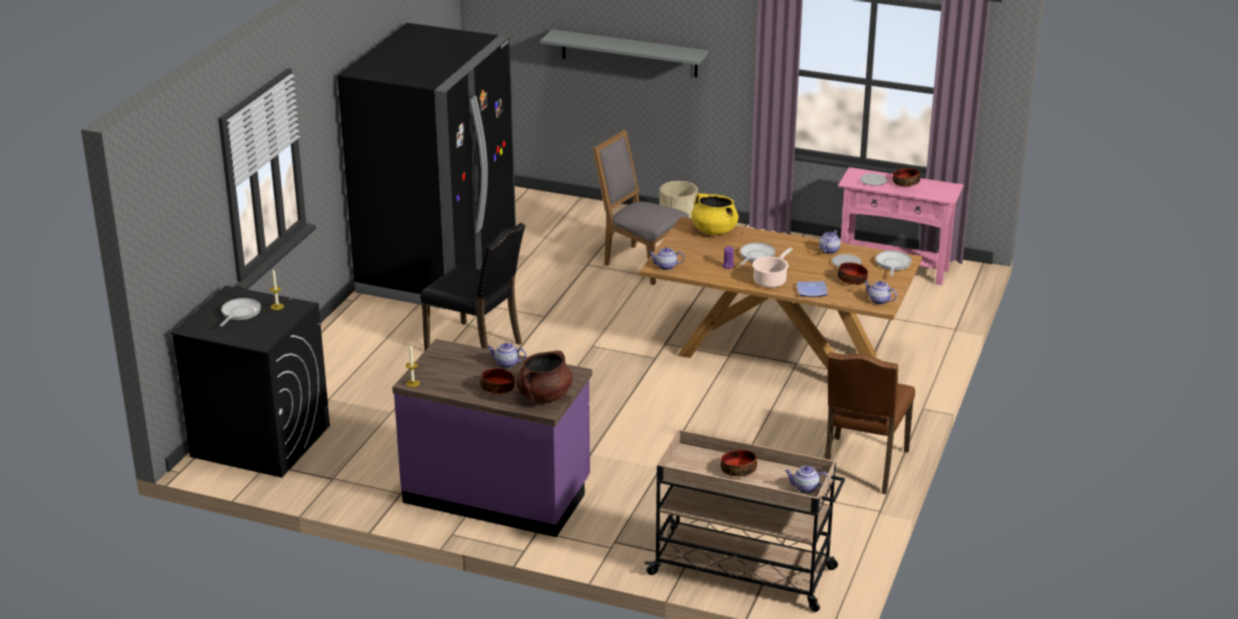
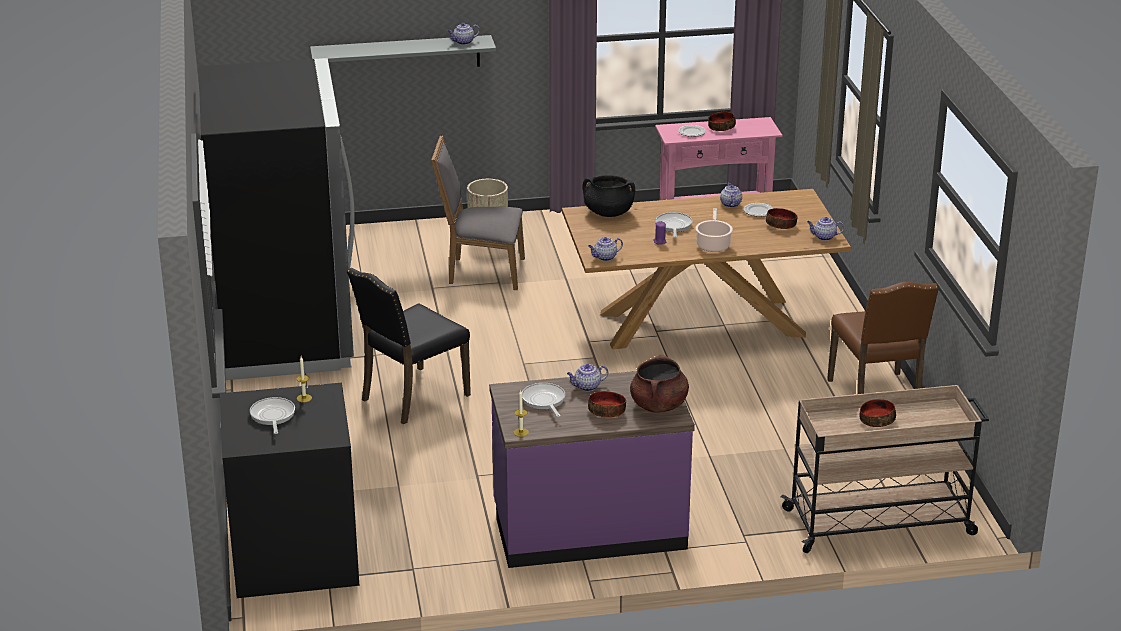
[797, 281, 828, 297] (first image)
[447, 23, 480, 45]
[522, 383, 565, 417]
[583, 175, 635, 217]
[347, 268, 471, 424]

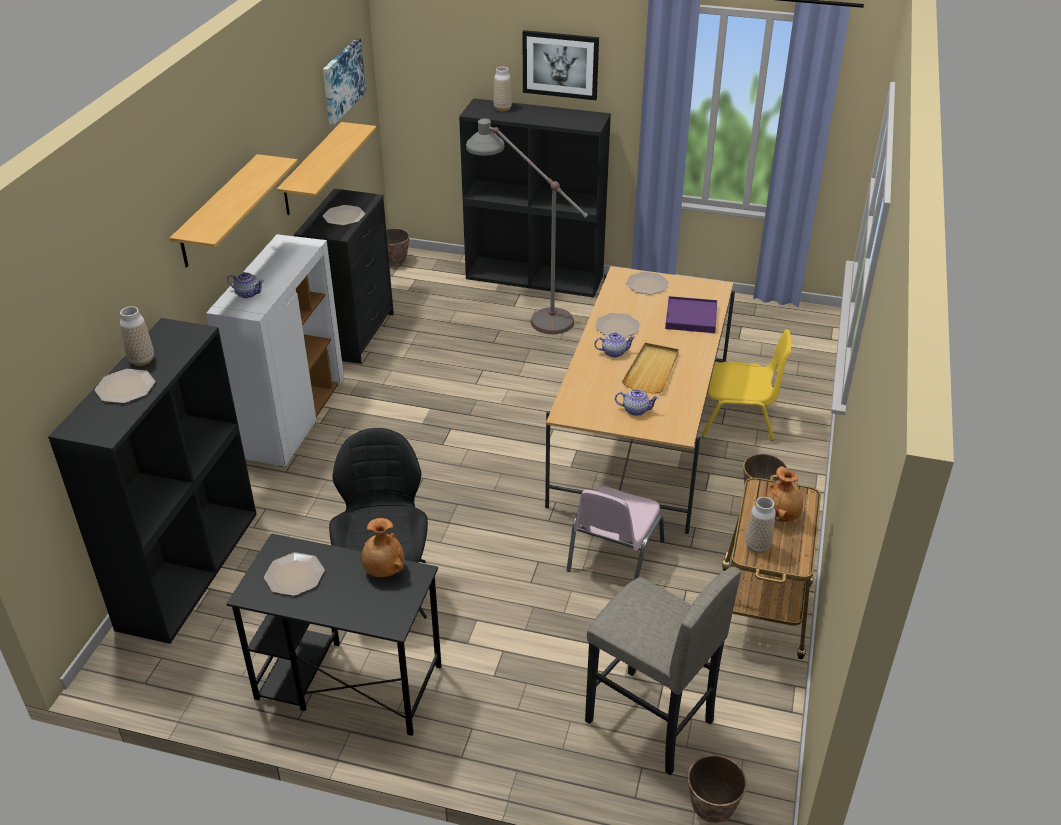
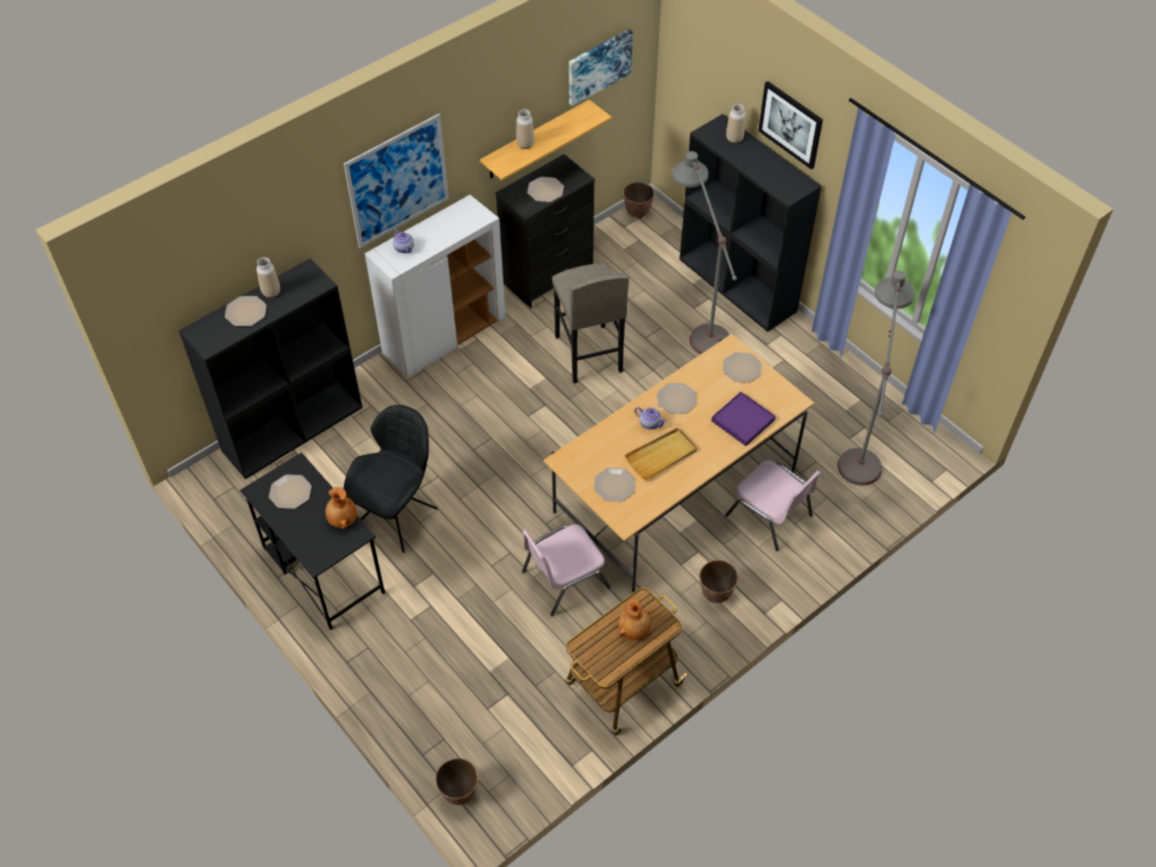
[837, 270, 915, 486]
[552, 264, 629, 383]
[516, 109, 534, 149]
[344, 114, 449, 248]
[594, 468, 635, 502]
[725, 460, 821, 551]

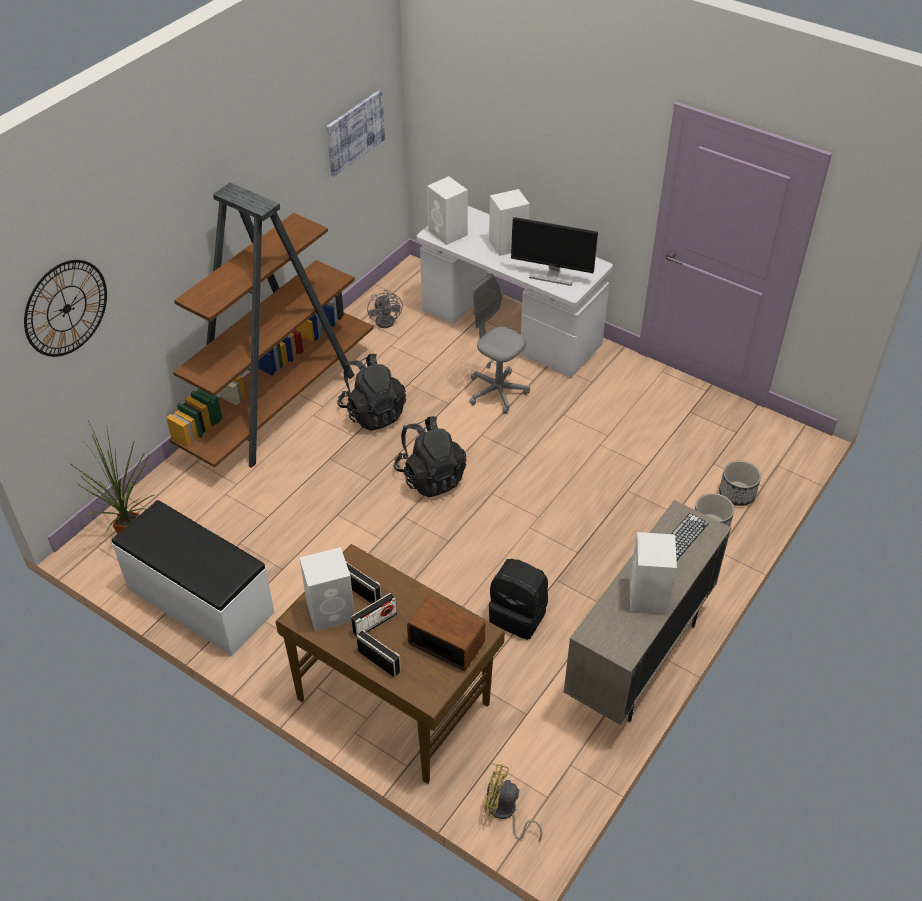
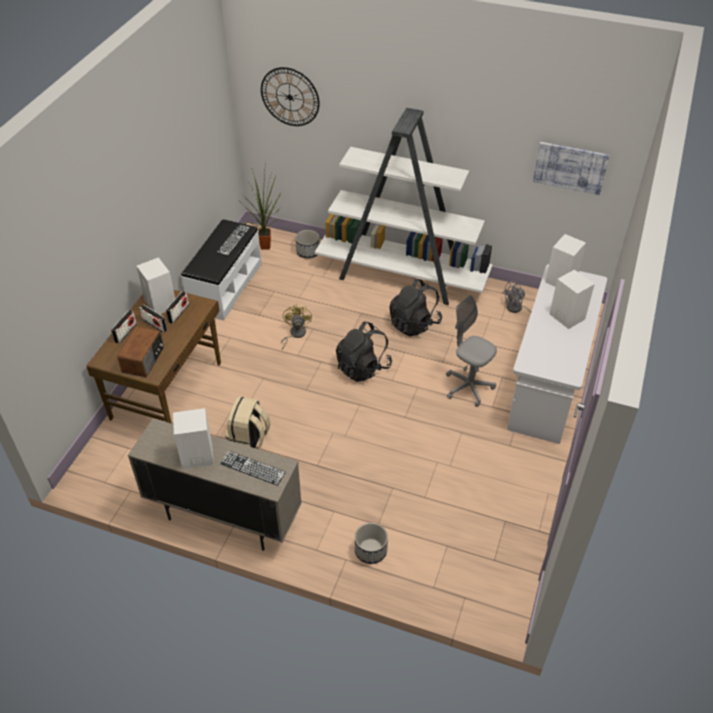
[511, 217, 598, 286] (first image)
[217, 225, 250, 256]
[281, 304, 312, 350]
[295, 230, 320, 259]
[315, 108, 493, 305]
[225, 396, 270, 450]
[446, 295, 497, 407]

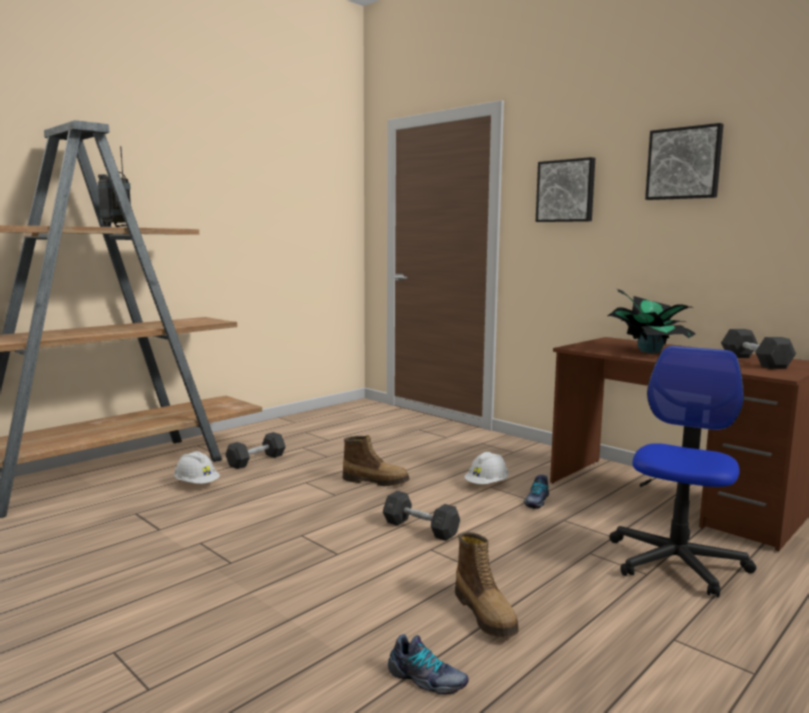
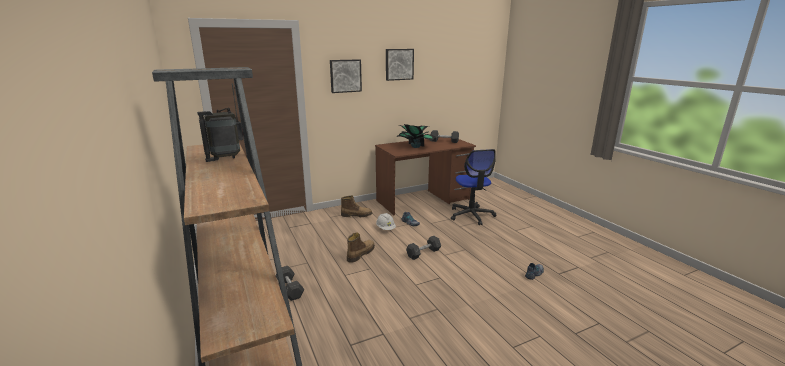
[174, 451, 220, 484] (first image)
[341, 196, 372, 217]
[451, 149, 496, 225]

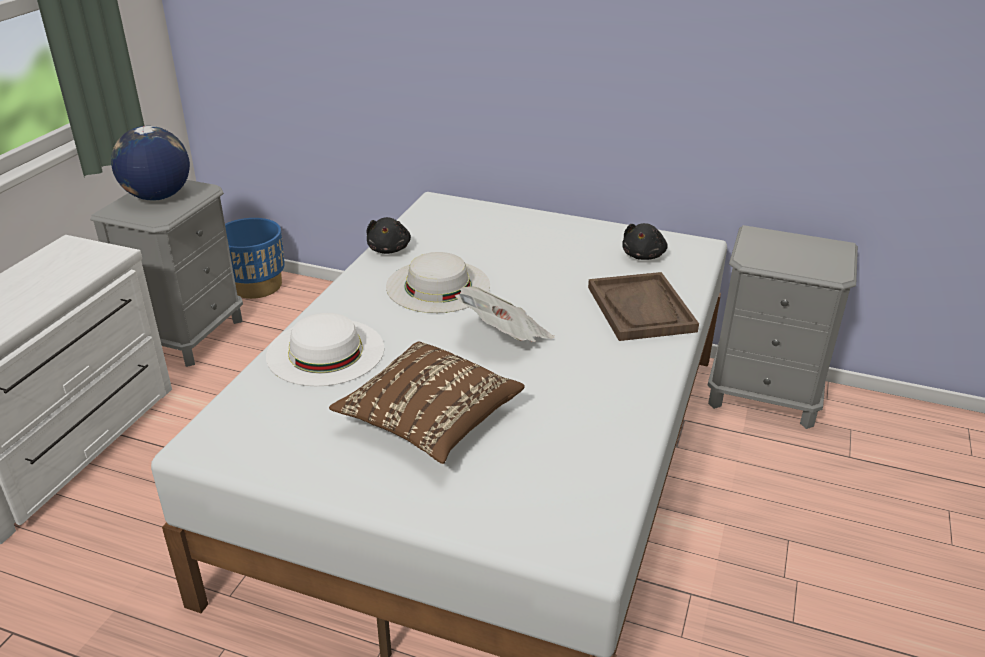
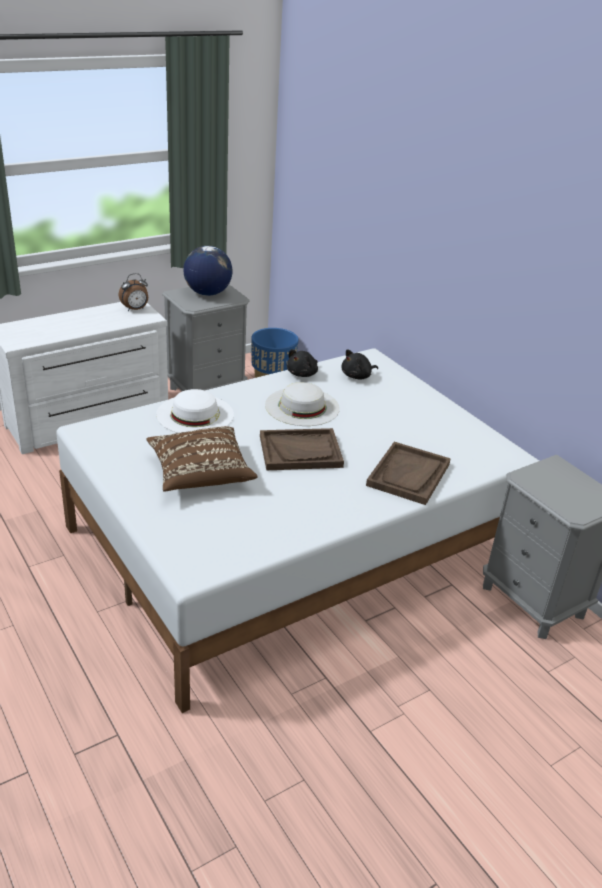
[118, 273, 148, 311]
[341, 349, 378, 379]
[260, 428, 344, 470]

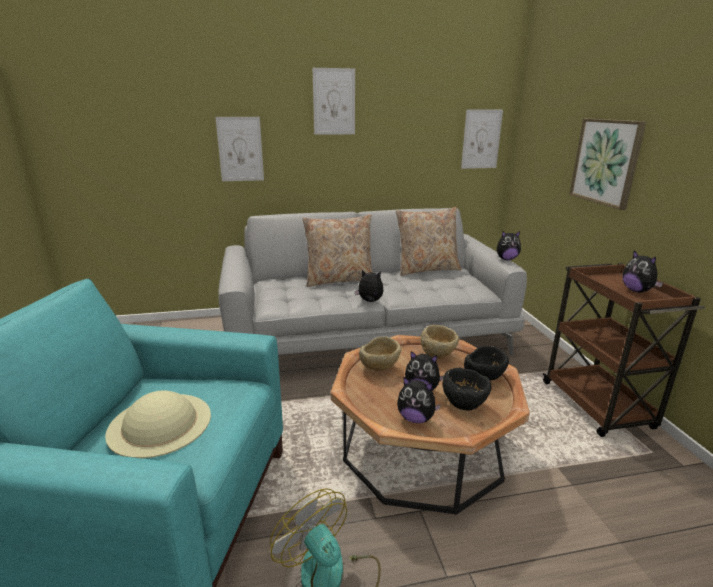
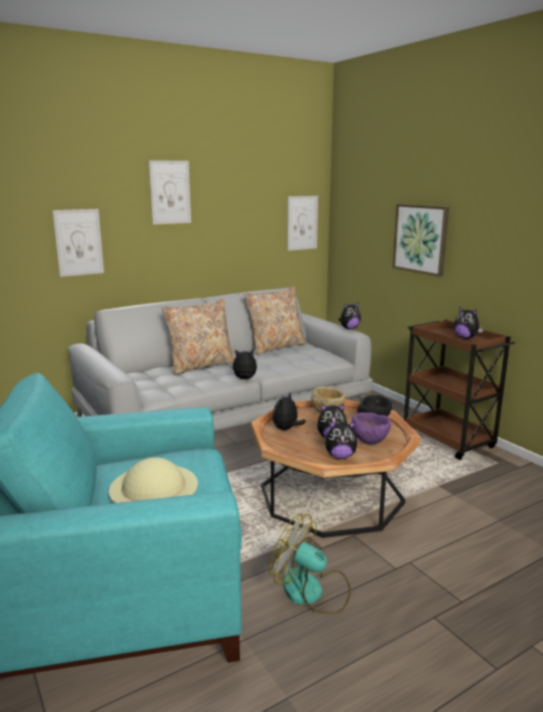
[273, 392, 306, 430]
[352, 412, 391, 444]

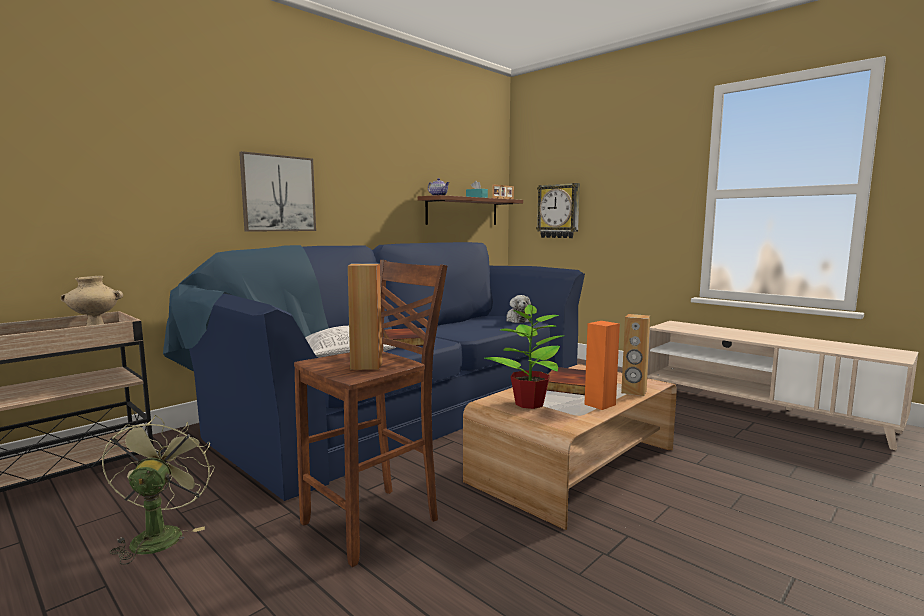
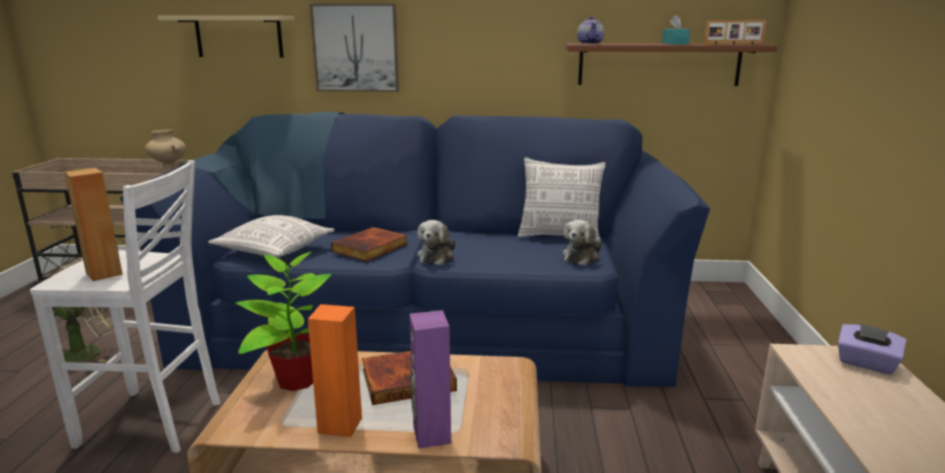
[536, 183, 580, 238] (first image)
[157, 16, 294, 57]
[417, 220, 456, 265]
[518, 157, 606, 242]
[838, 324, 906, 374]
[30, 160, 220, 453]
[409, 310, 451, 448]

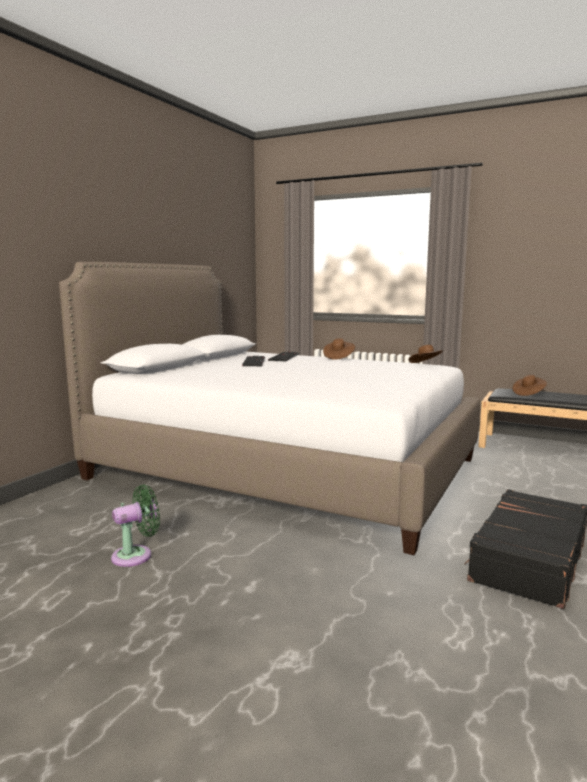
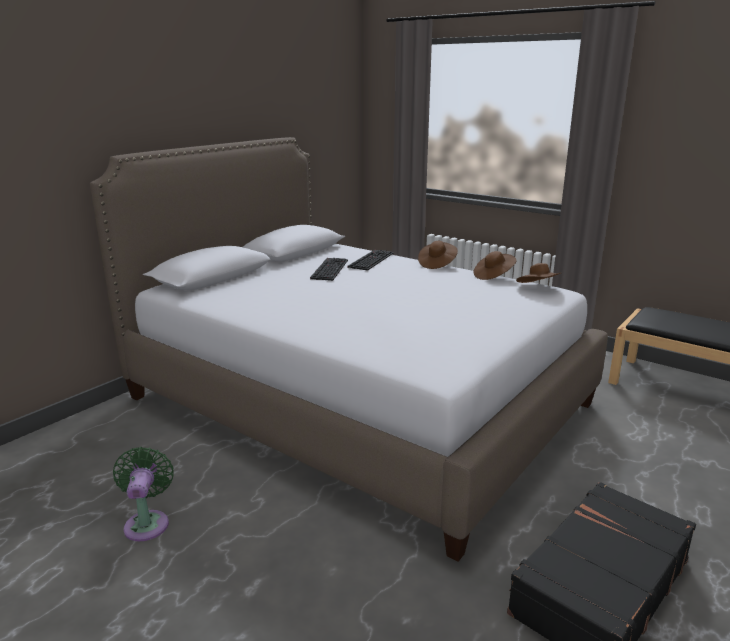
[473, 251, 517, 280]
[113, 447, 174, 541]

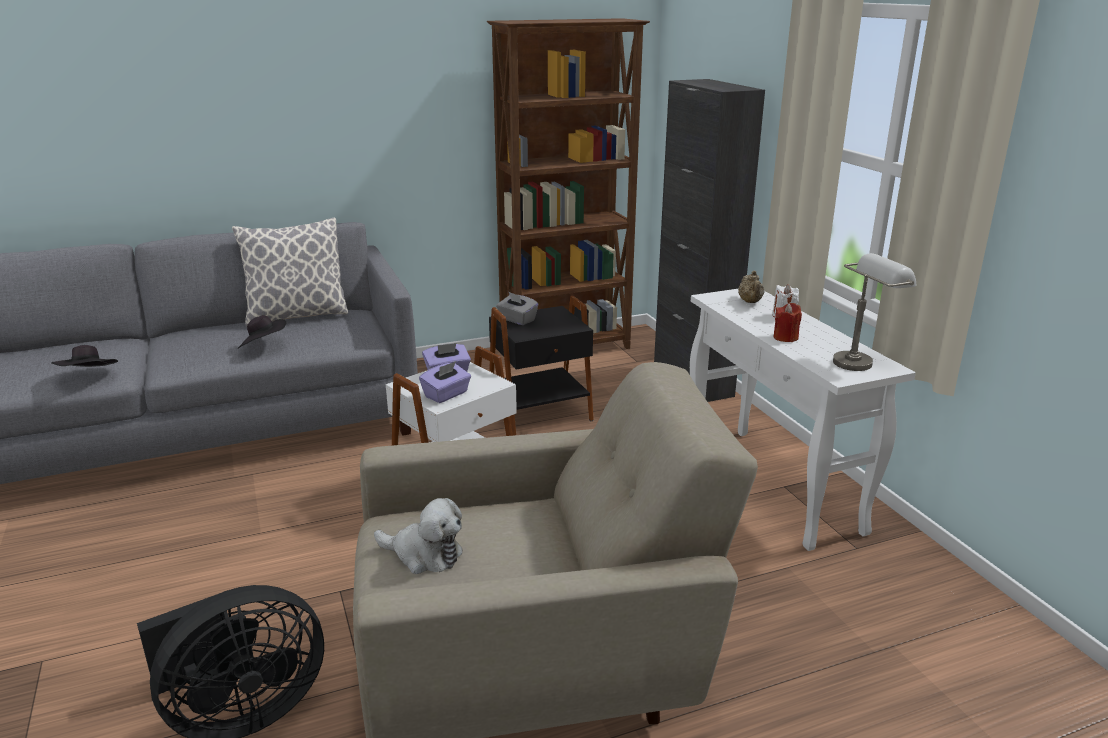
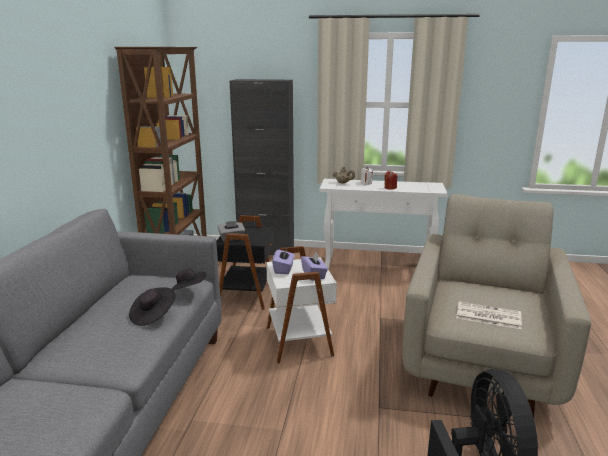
[232, 217, 348, 326] (first image)
[833, 253, 916, 371] (first image)
[171, 268, 206, 291]
[456, 301, 522, 329]

